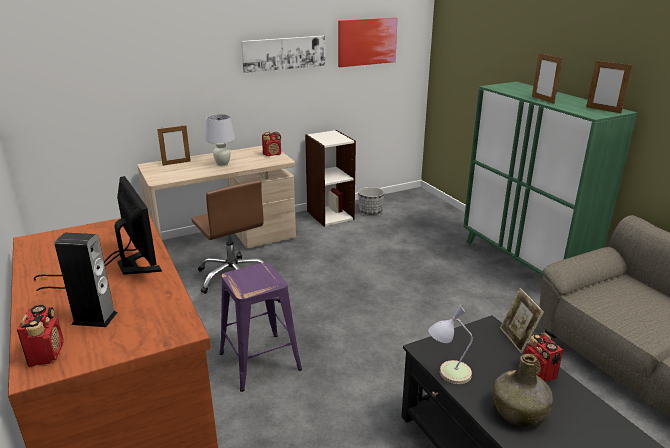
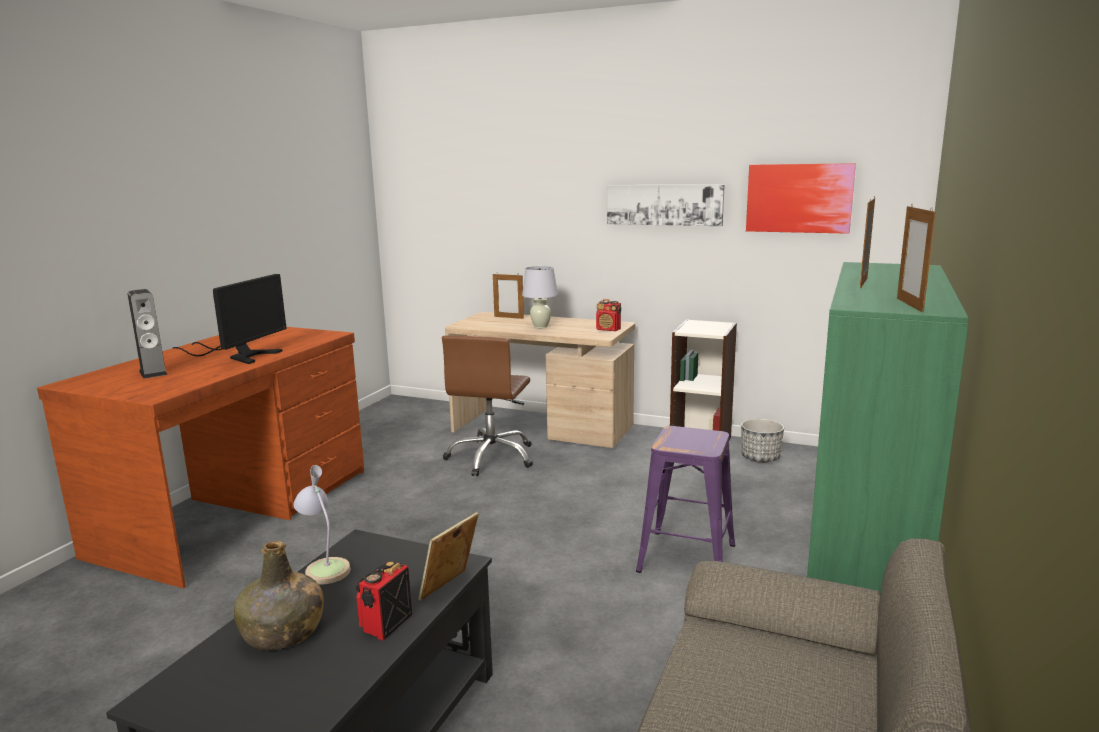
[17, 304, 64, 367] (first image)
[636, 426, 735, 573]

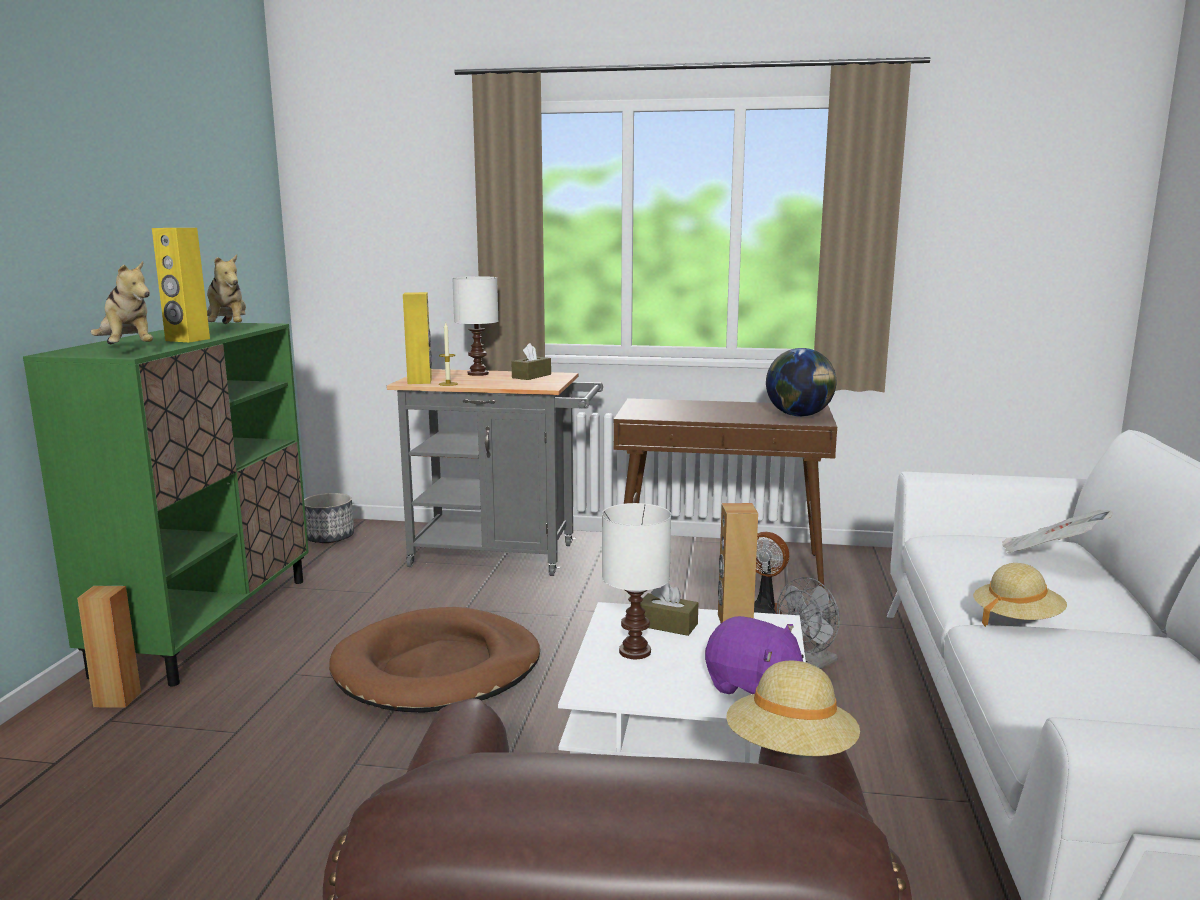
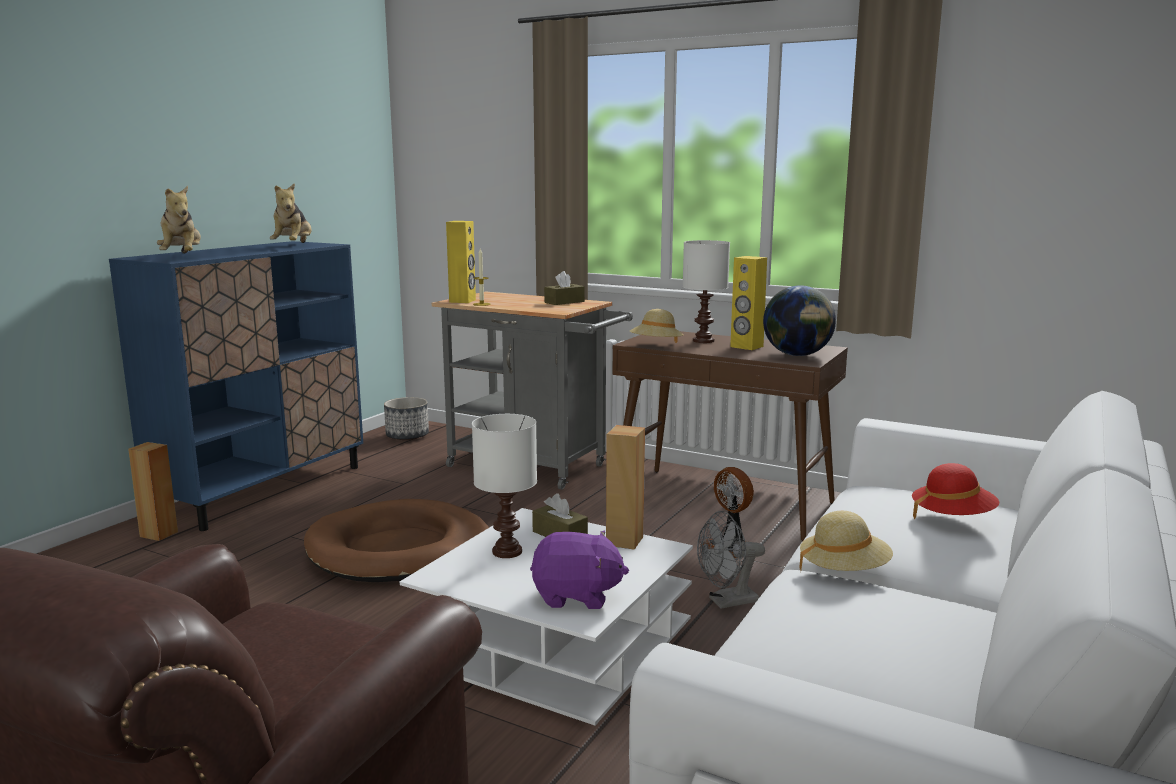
[730, 256, 767, 350]
[683, 240, 730, 343]
[630, 309, 684, 343]
[912, 463, 999, 520]
[109, 241, 363, 531]
[530, 531, 629, 609]

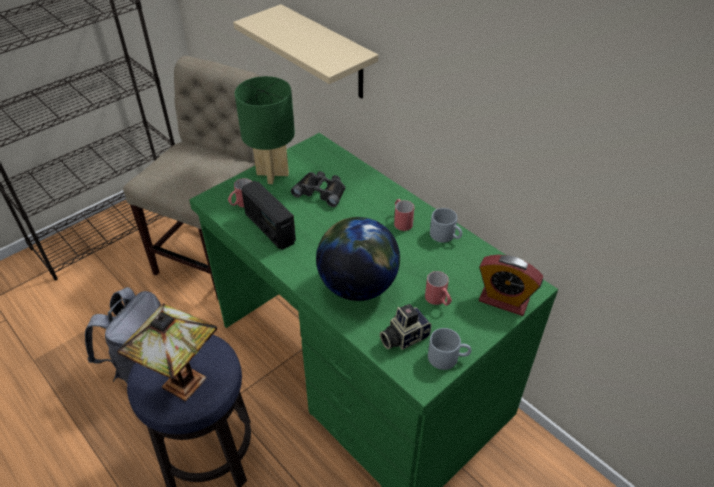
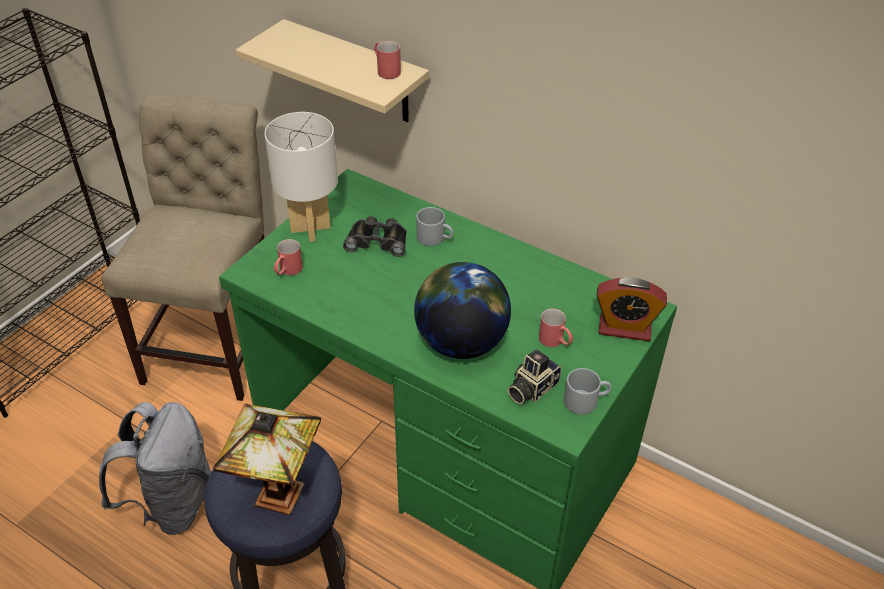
[241, 181, 296, 250] (first image)
[374, 41, 401, 79]
[416, 207, 453, 246]
[265, 112, 338, 242]

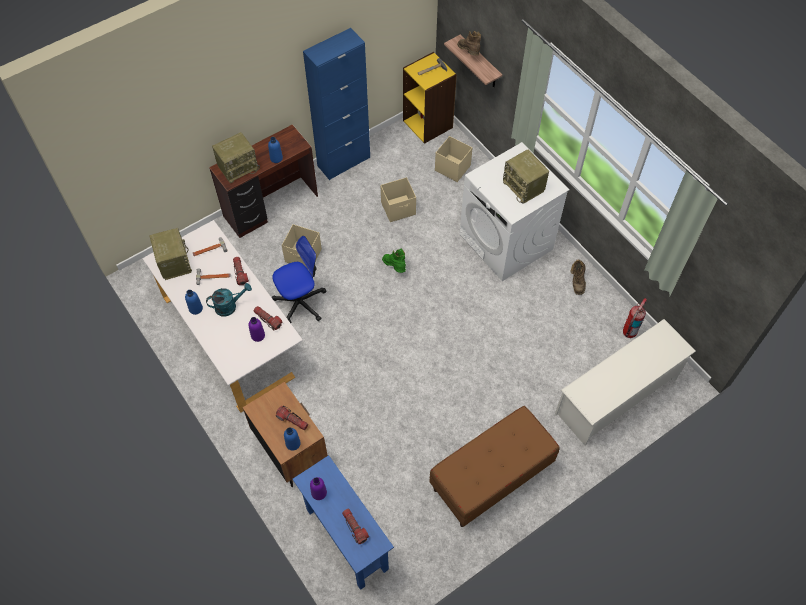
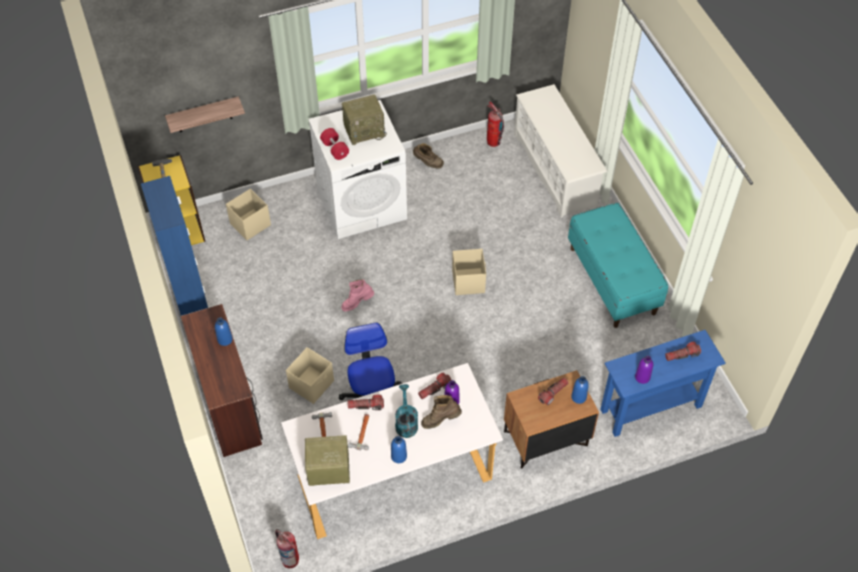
[212, 132, 260, 183] (first image)
[275, 529, 299, 568]
[320, 128, 349, 160]
[452, 249, 486, 295]
[421, 395, 462, 429]
[341, 279, 374, 311]
[568, 203, 668, 328]

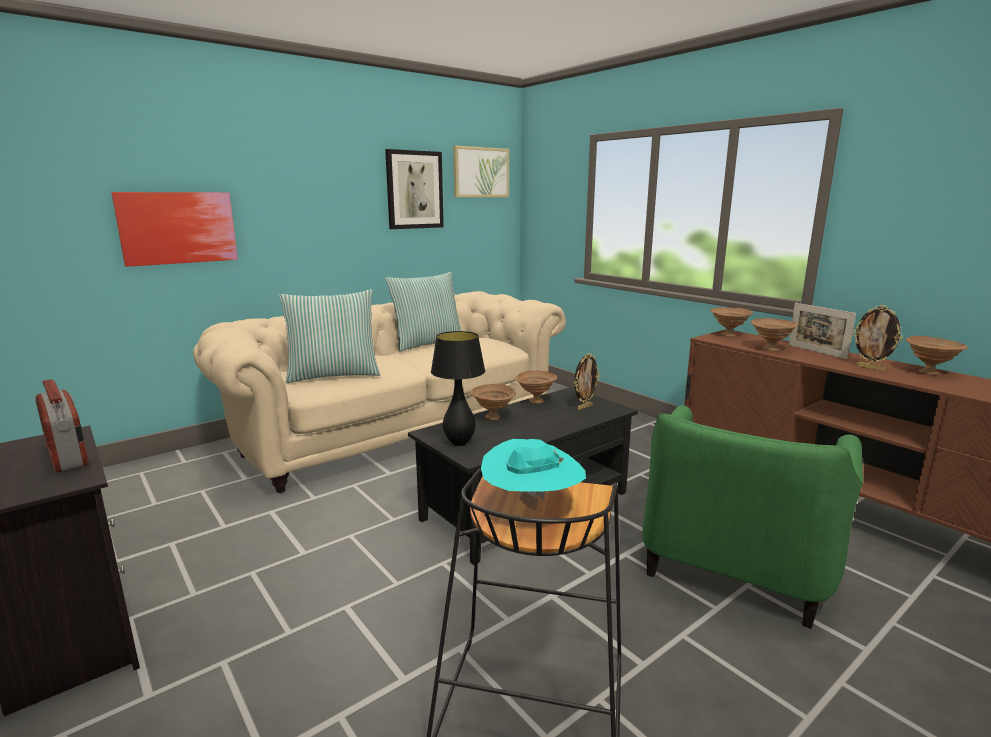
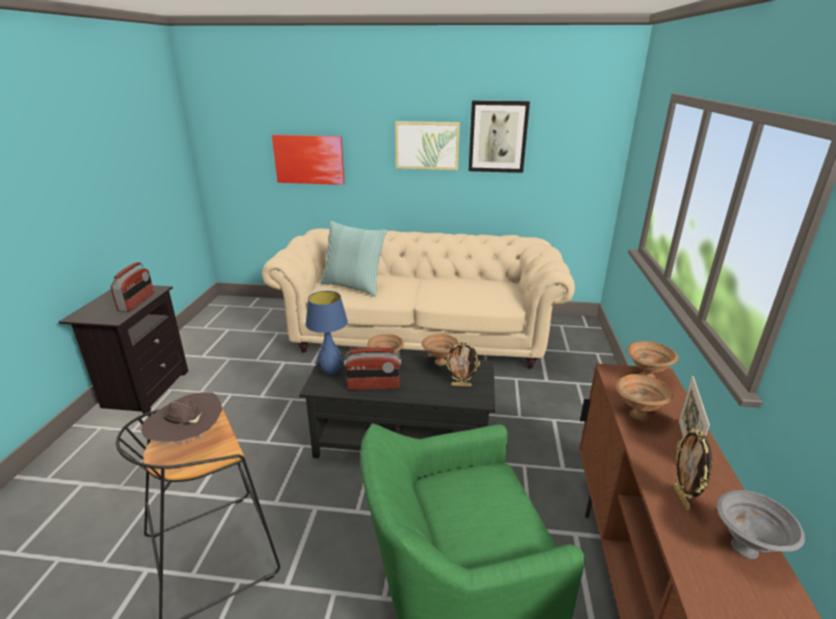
[385, 272, 462, 351] (first image)
[344, 348, 401, 390]
[395, 121, 460, 170]
[305, 291, 348, 375]
[141, 392, 222, 443]
[717, 490, 805, 559]

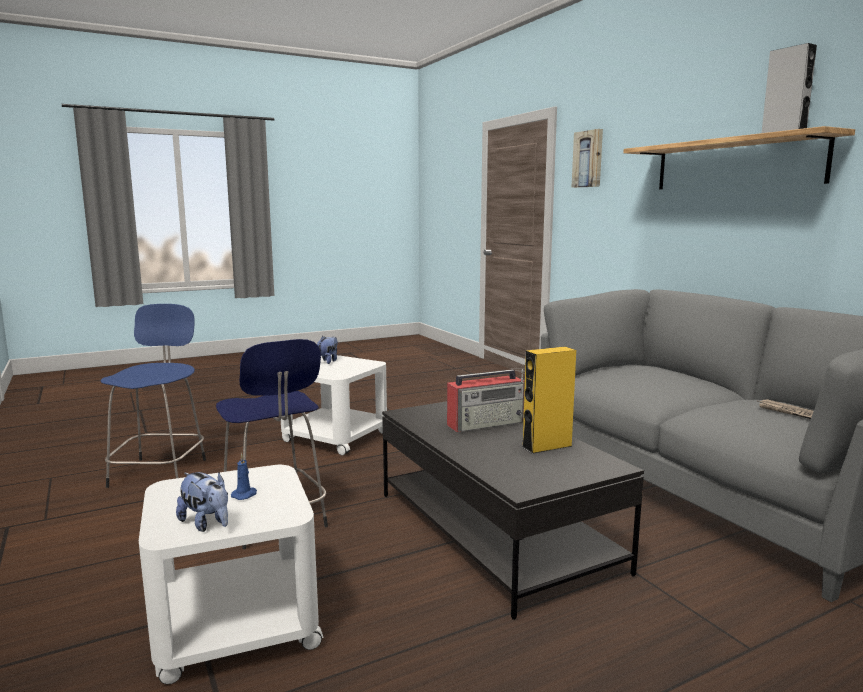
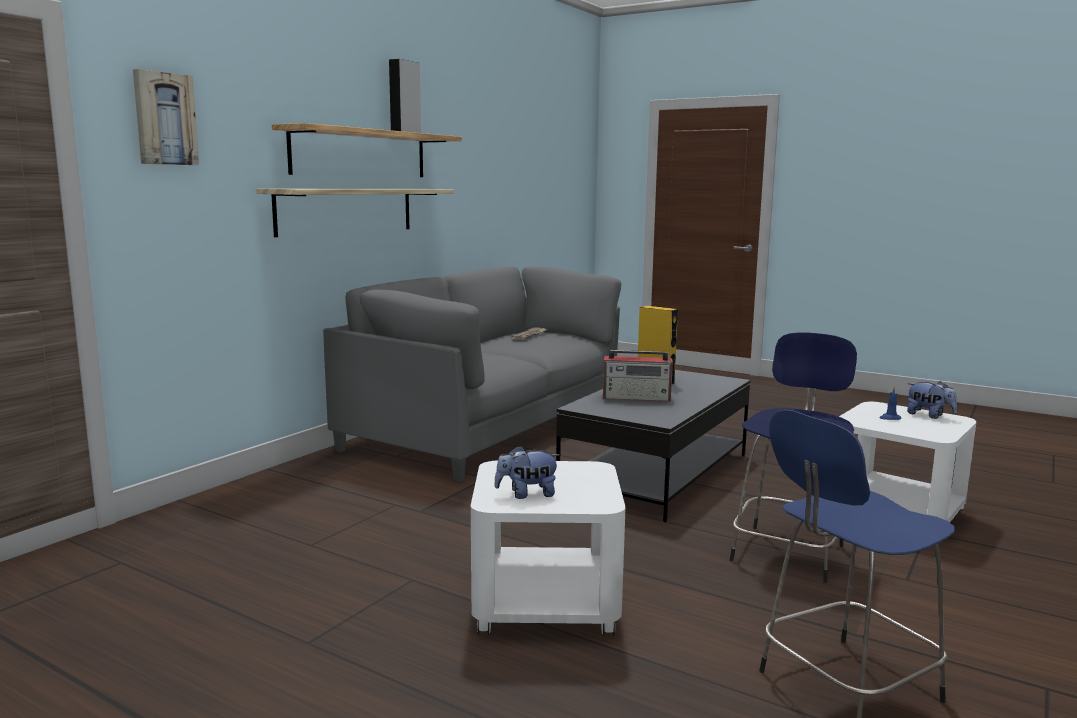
[257, 189, 454, 237]
[907, 381, 957, 419]
[603, 350, 673, 402]

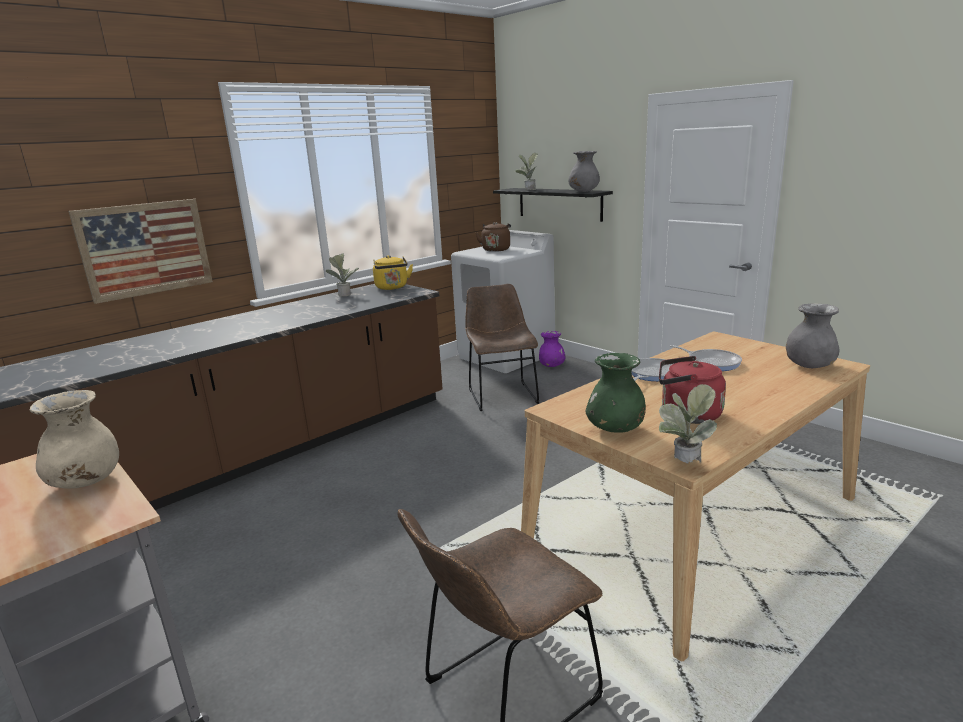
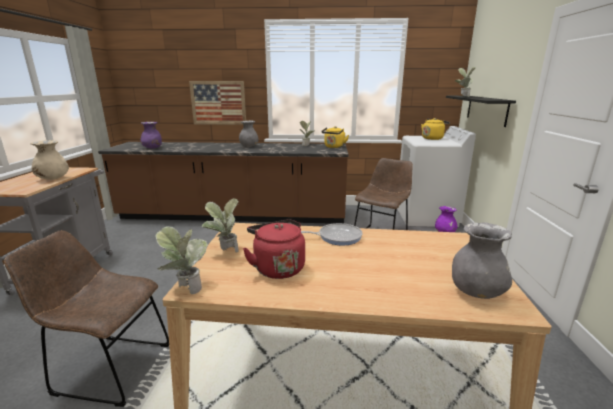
[670, 345, 742, 371] (first image)
[140, 122, 162, 149]
[239, 121, 259, 147]
[202, 198, 239, 253]
[421, 118, 450, 140]

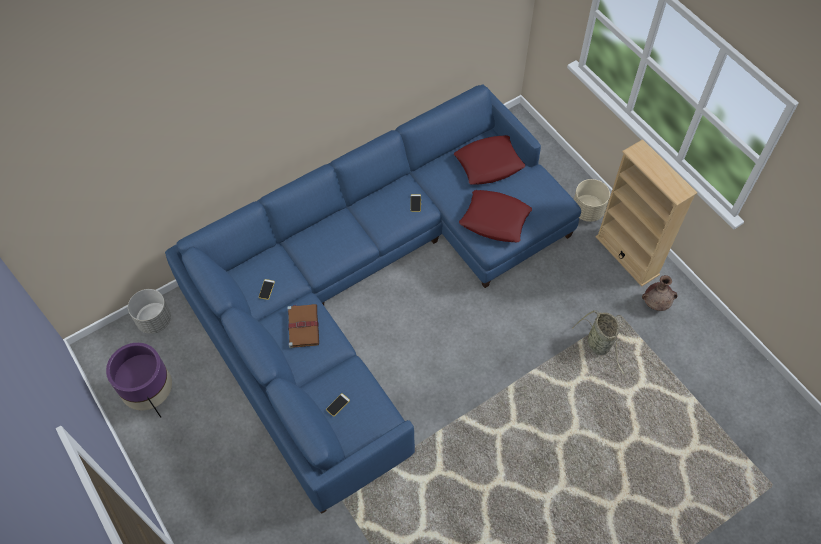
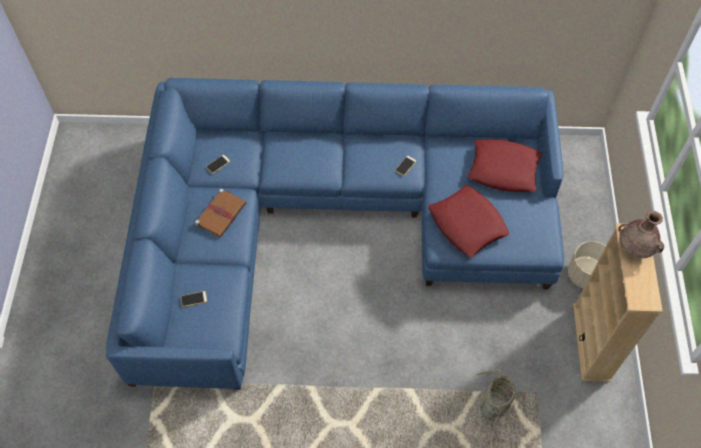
[106, 343, 172, 418] (first image)
[128, 289, 171, 334] (first image)
[618, 211, 664, 258]

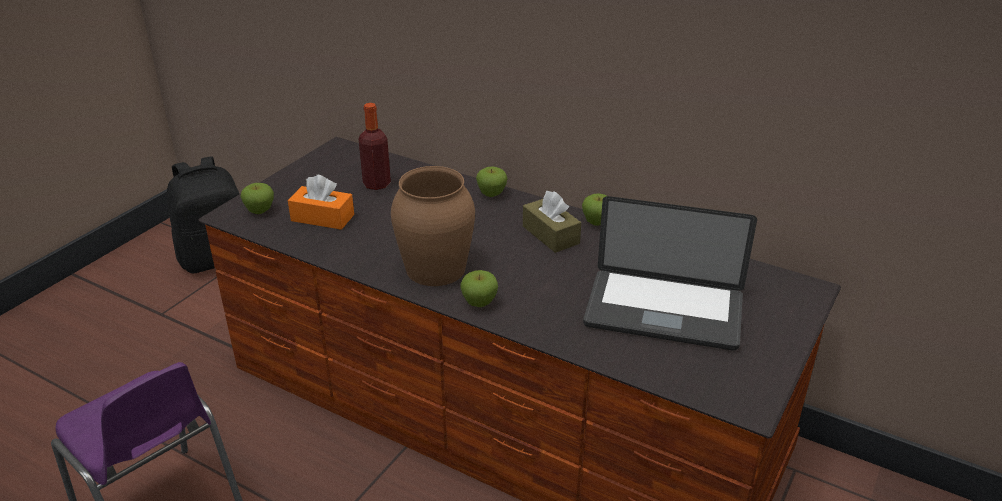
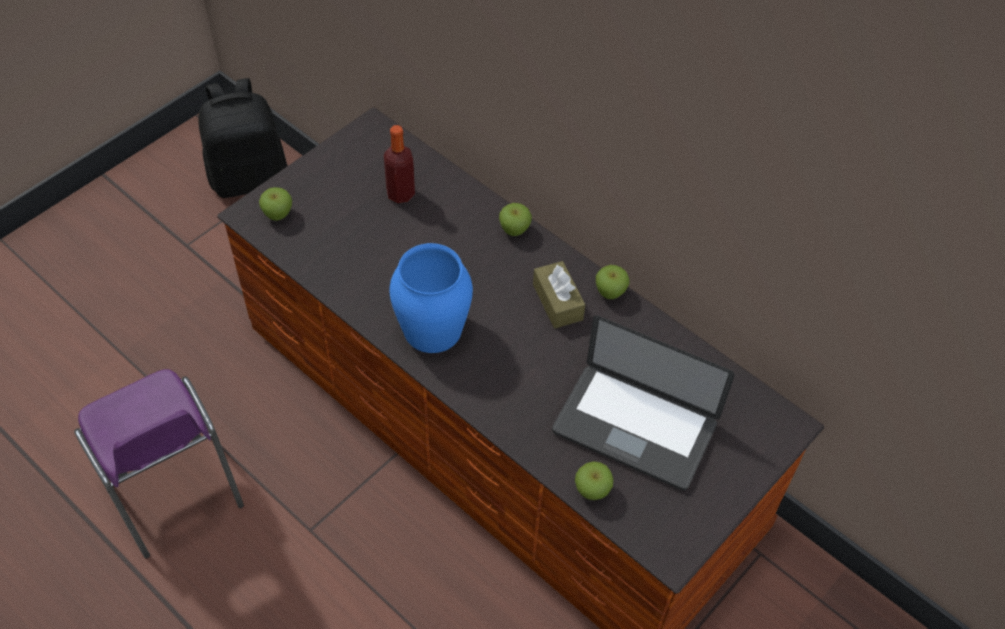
[288, 175, 354, 230] (first image)
[575, 461, 613, 500]
[389, 243, 473, 353]

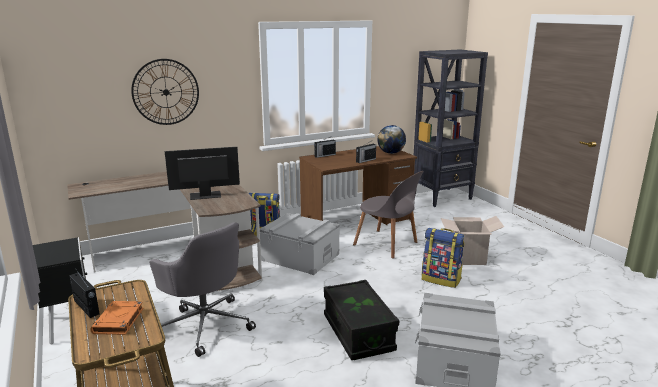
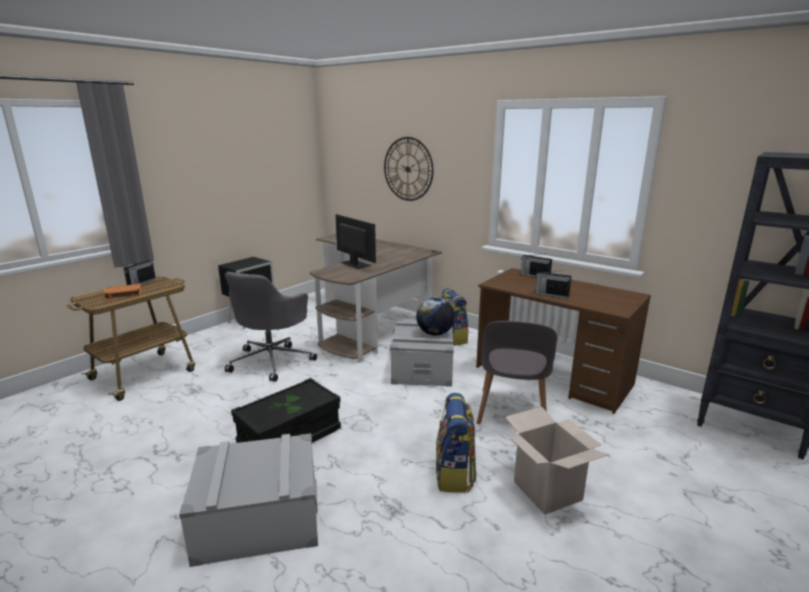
[416, 297, 455, 336]

